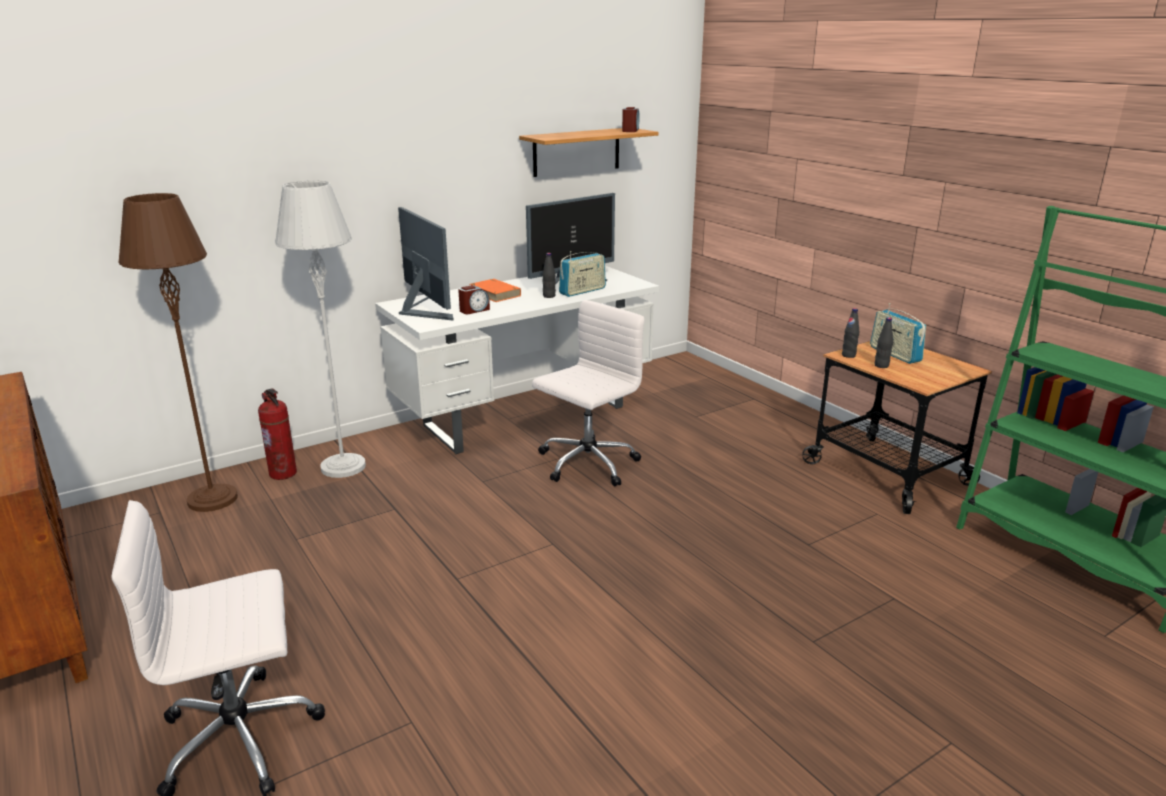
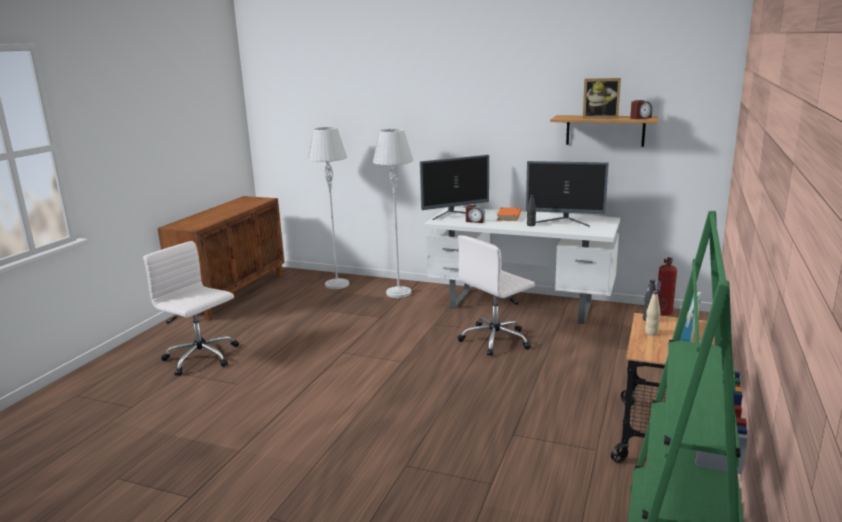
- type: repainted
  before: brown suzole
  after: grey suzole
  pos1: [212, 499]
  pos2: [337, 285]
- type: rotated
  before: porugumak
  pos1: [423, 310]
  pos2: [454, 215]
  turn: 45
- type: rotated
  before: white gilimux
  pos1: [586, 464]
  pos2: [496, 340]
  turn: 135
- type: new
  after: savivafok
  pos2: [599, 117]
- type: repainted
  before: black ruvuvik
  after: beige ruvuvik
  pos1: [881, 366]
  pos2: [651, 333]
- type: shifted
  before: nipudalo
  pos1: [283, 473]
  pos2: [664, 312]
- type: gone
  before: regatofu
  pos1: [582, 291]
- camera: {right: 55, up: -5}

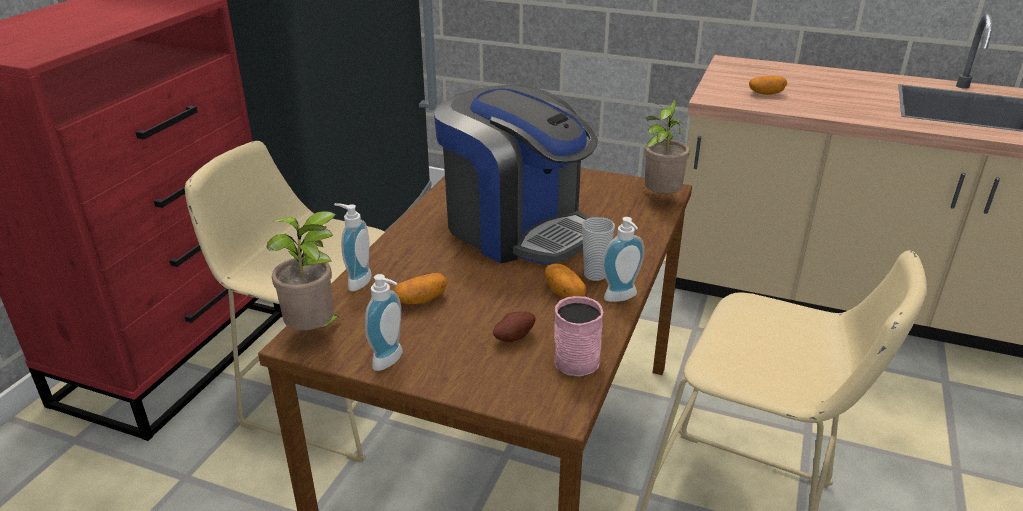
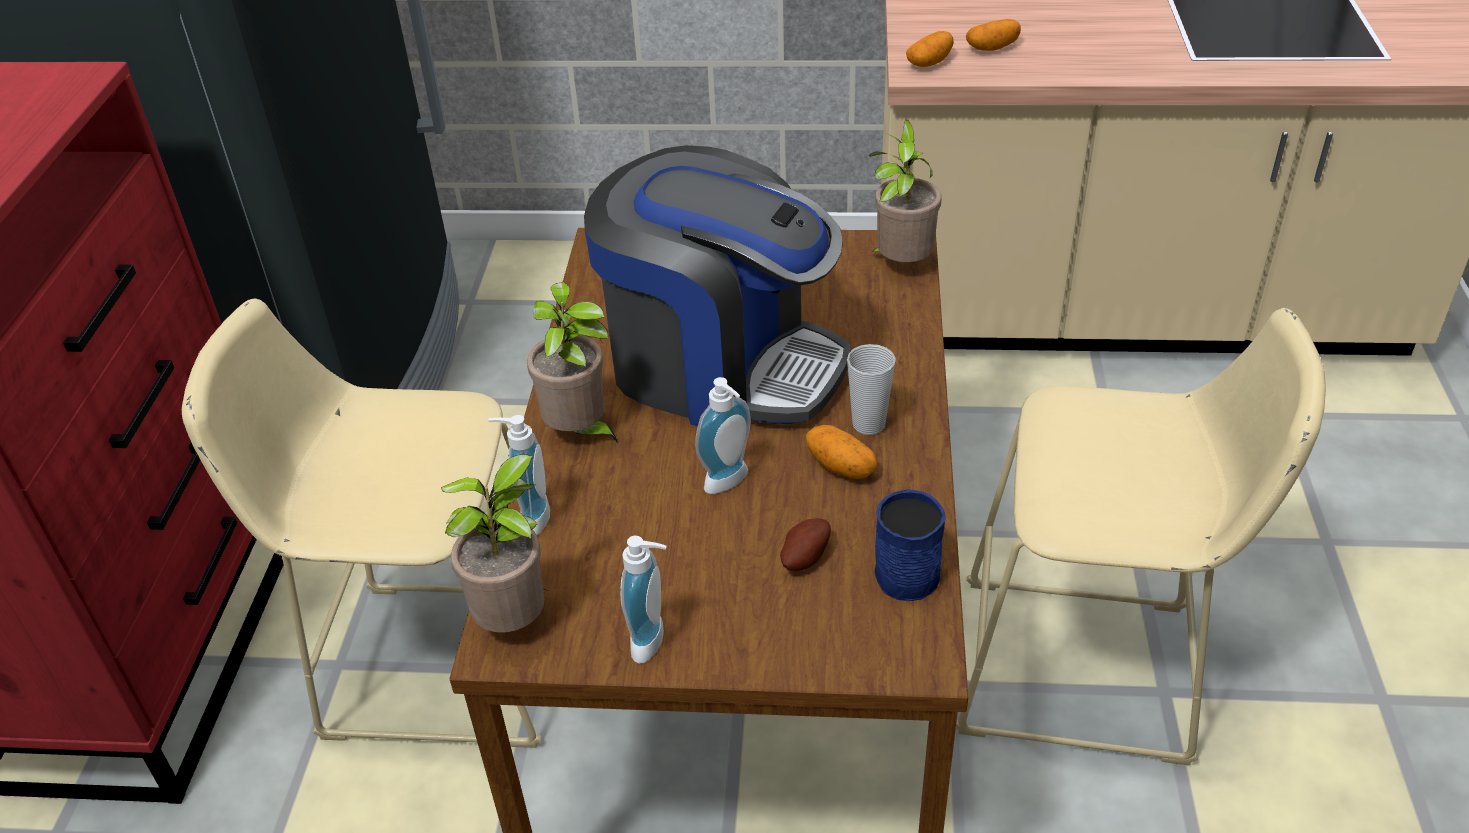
- type: new
  after: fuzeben
  pos2: [580, 433]
- type: shifted
  before: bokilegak
  pos1: [622, 298]
  pos2: [730, 483]
- type: repainted
  before: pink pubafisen
  after: blue pubafisen
  pos1: [577, 356]
  pos2: [904, 568]
- type: shifted
  before: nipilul
  pos1: [421, 300]
  pos2: [929, 62]
- camera: {right: -15, up: 10}

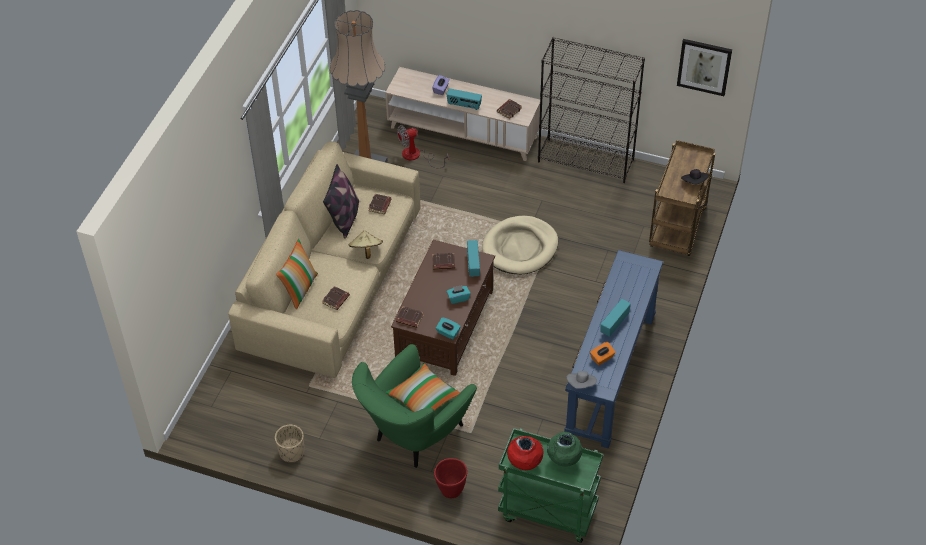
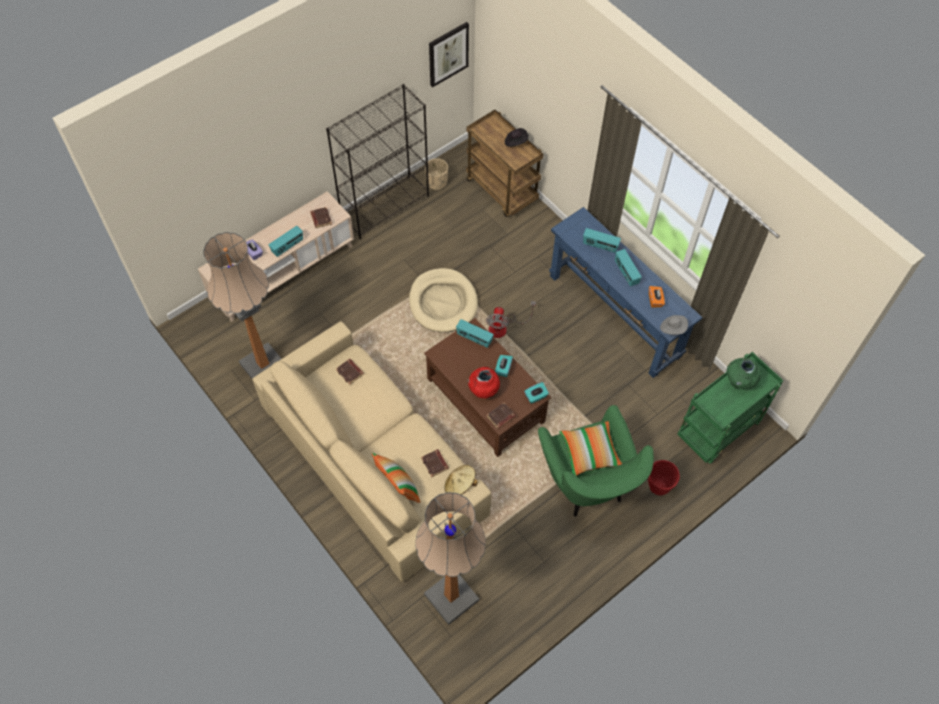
- type: new
  after: suzole
  pos2: [451, 597]
- type: shifted
  before: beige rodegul
  pos1: [291, 452]
  pos2: [436, 182]
- type: shifted
  before: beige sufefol
  pos1: [366, 250]
  pos2: [460, 485]
- type: shifted
  before: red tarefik
  pos1: [525, 463]
  pos2: [483, 391]
- type: shifted
  before: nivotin
  pos1: [417, 156]
  pos2: [503, 327]
- type: new
  after: regatofu
  pos2: [600, 246]
- type: gone
  before: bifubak
  pos1: [344, 218]
- type: gone
  before: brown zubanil
  pos1: [443, 263]
- camera: {right: -60, up: 10}

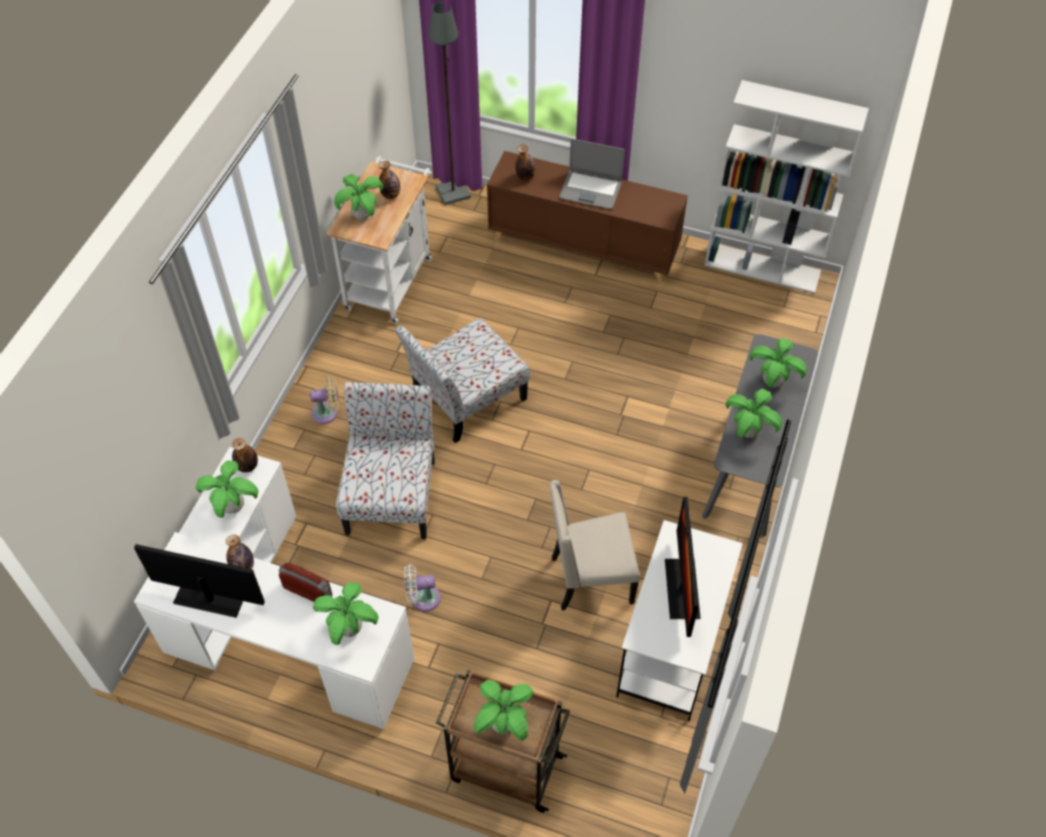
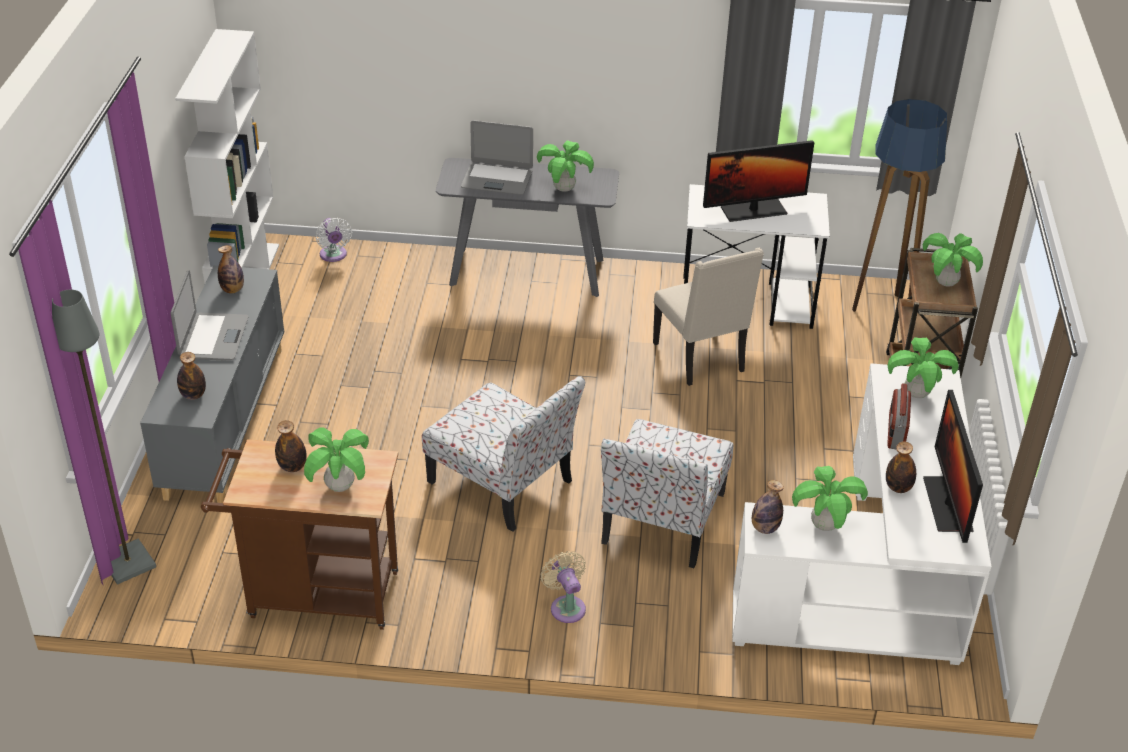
- type: repainted
  before: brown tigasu
  after: grey tigasu
  pos1: [584, 246]
  pos2: [225, 420]
- type: repainted
  before: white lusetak
  after: brown lusetak
  pos1: [391, 279]
  pos2: [314, 595]
- type: new
  after: ruvuvik
  pos2: [232, 290]
- type: shifted
  before: white nivotin
  pos1: [422, 598]
  pos2: [334, 256]
- type: swapped
  before: fuzeben
  after: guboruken
  pos1: [773, 382]
  pos2: [497, 179]
- type: rotated
  before: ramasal
  pos1: [391, 493]
  pos2: [662, 520]
  turn: -60
- type: new
  after: suzole
  pos2: [880, 309]
- camera: {right: -105, up: -15}

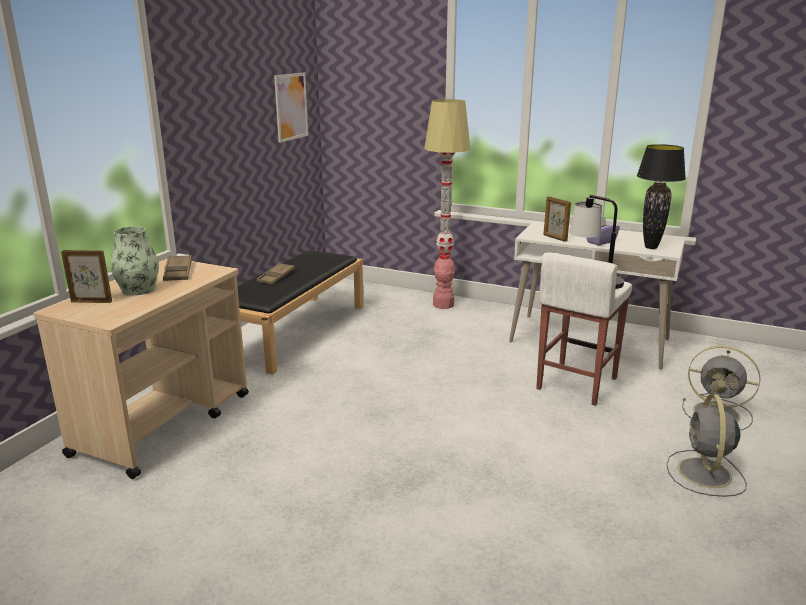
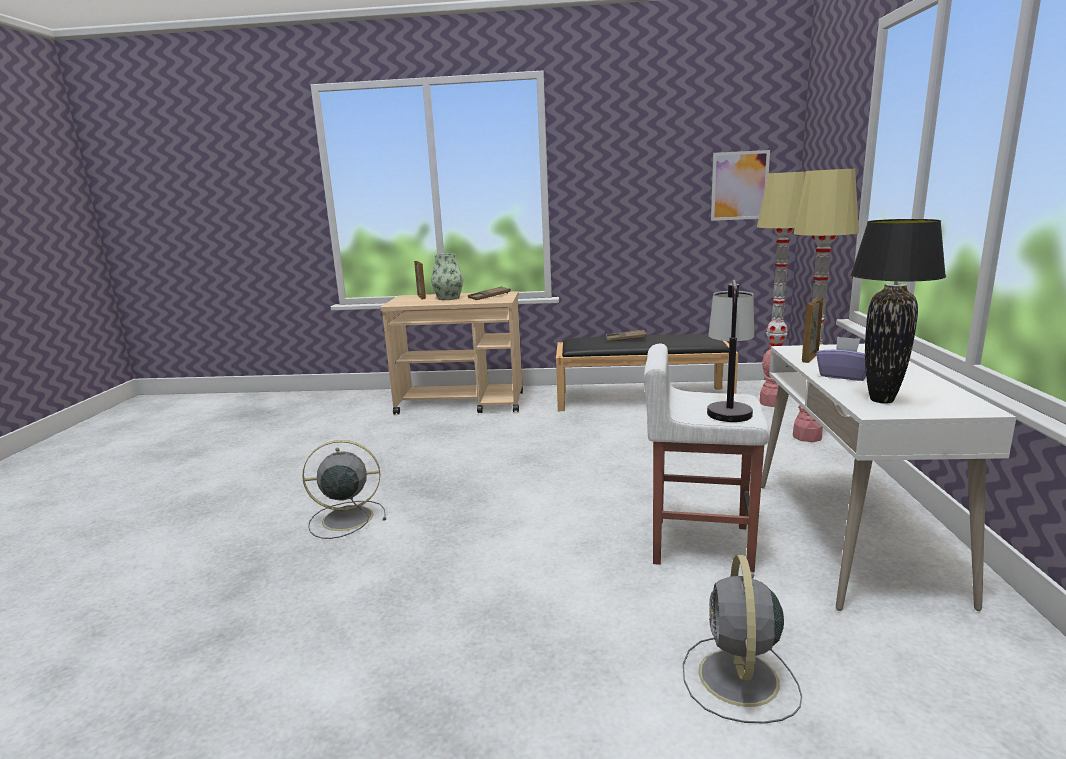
- type: shifted
  before: grey nivotin
  pos1: [704, 474]
  pos2: [345, 519]
- type: new
  after: suzole
  pos2: [771, 403]
- camera: {right: 70, up: -5}

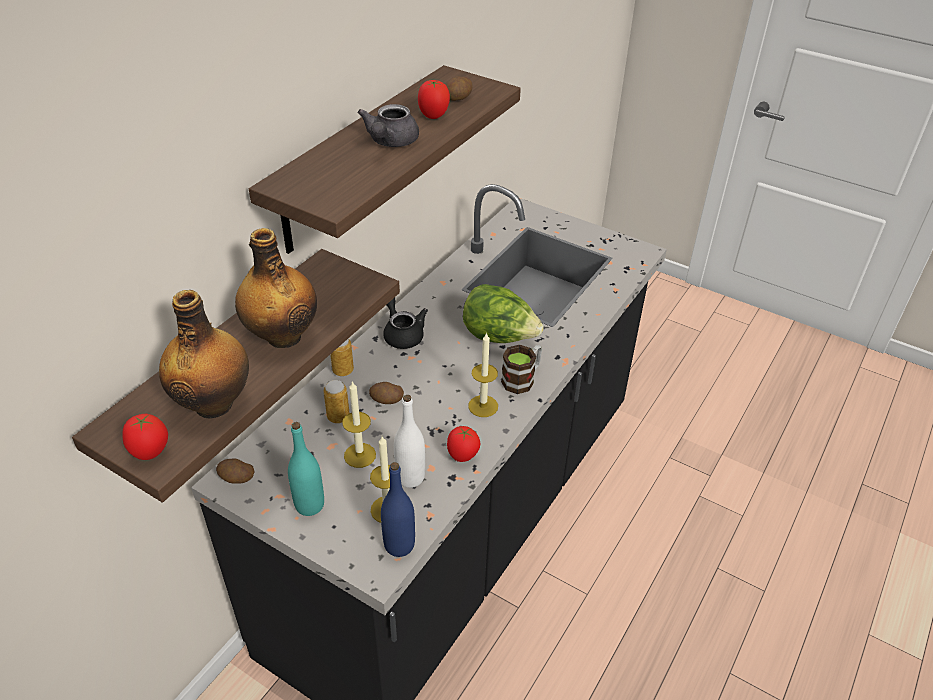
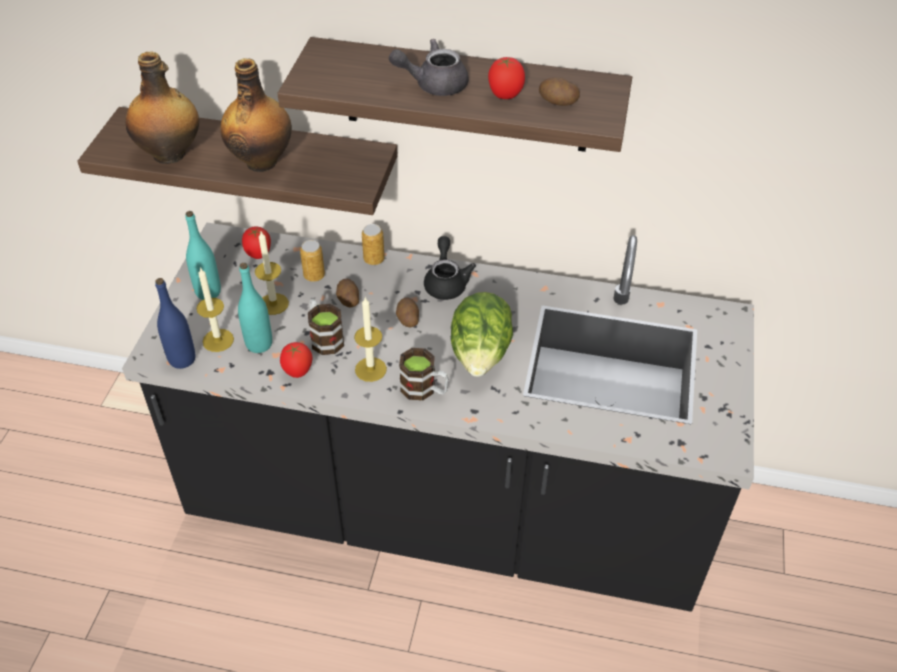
- type: repainted
  before: white ruvuvik
  after: turquoise ruvuvik
  pos1: [410, 477]
  pos2: [259, 344]
- type: shifted
  before: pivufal
  pos1: [150, 453]
  pos2: [258, 255]
- type: new
  after: pubafisen
  pos2: [324, 337]
- type: shifted
  before: nipilul
  pos1: [236, 478]
  pos2: [407, 319]
- type: rotated
  before: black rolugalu
  pos1: [402, 333]
  pos2: [446, 282]
  turn: -45
- camera: {right: 70, up: 5}

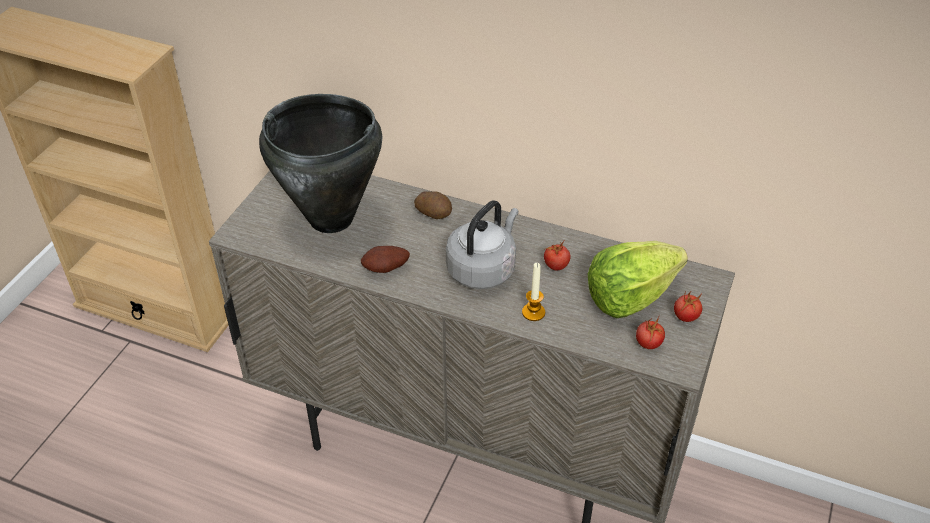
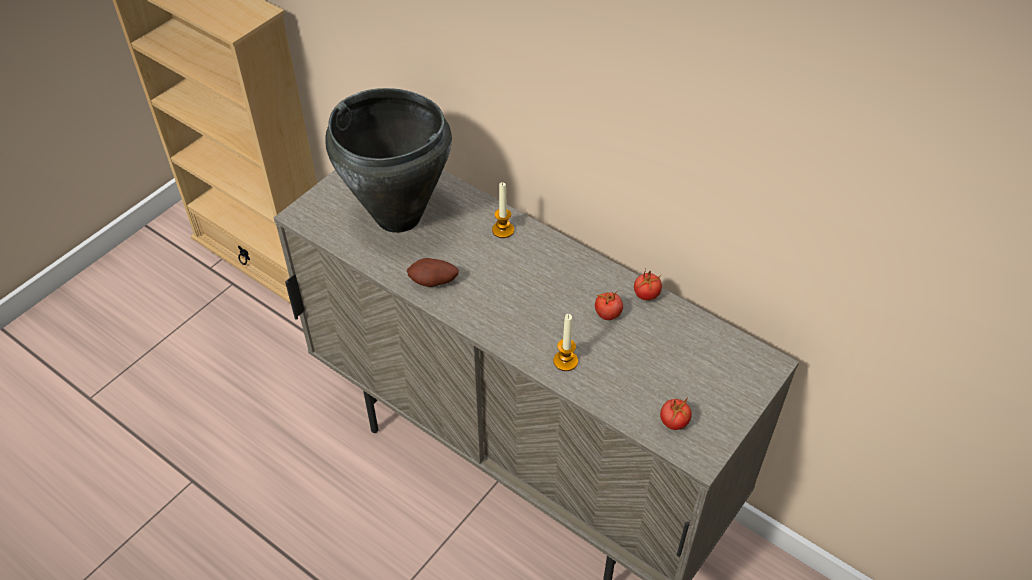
- type: swapped
  before: nipilul
  after: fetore
  pos1: [434, 213]
  pos2: [503, 230]
- type: shifted
  before: pivufal
  pos1: [685, 317]
  pos2: [646, 295]
- type: gone
  before: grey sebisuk
  pos1: [483, 269]
- type: gone
  before: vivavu
  pos1: [630, 297]
- camera: {right: 15, up: 5}

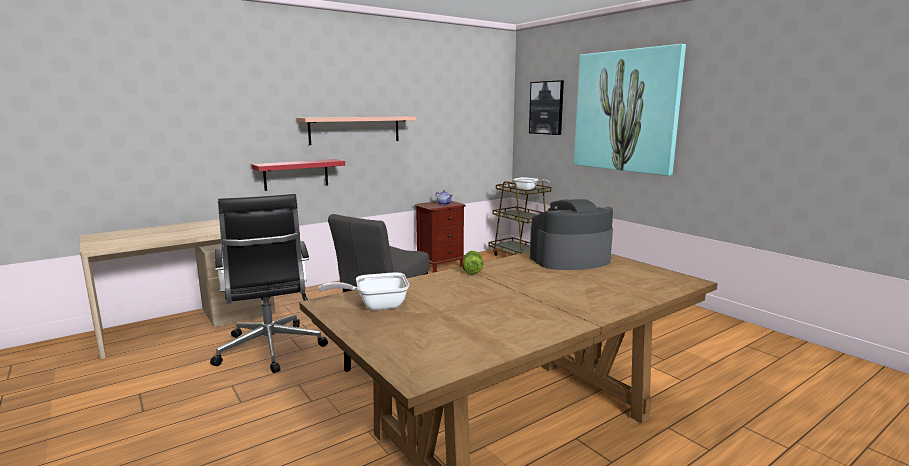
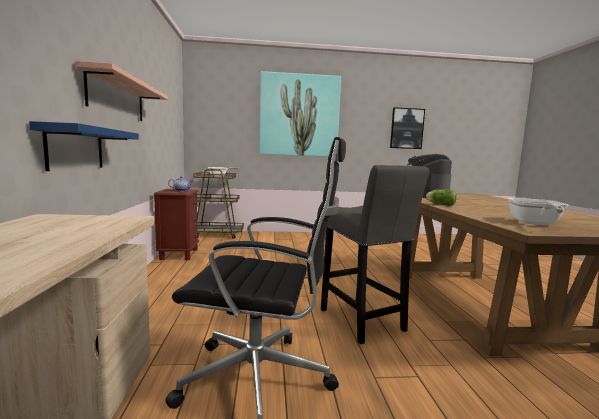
- type: repainted
  before: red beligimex
  after: blue beligimex
  pos1: [296, 174]
  pos2: [76, 148]
- type: shifted
  before: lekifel
  pos1: [546, 108]
  pos2: [406, 128]
- camera: {right: -60, up: -5}

